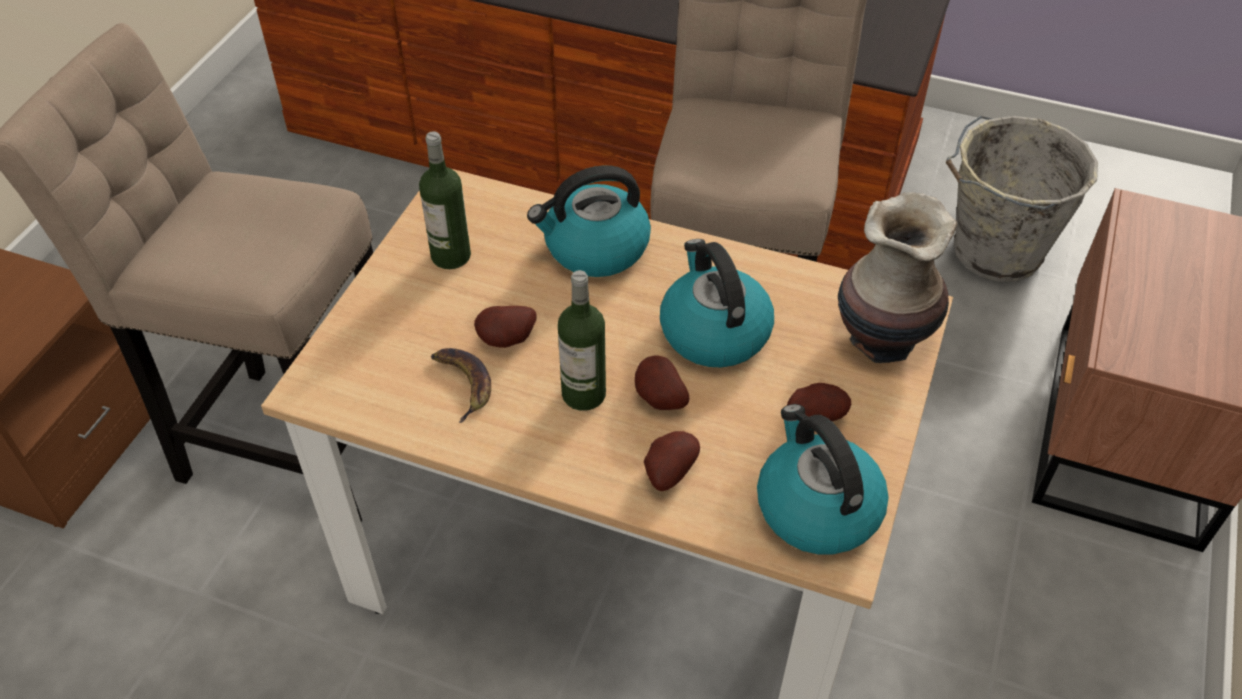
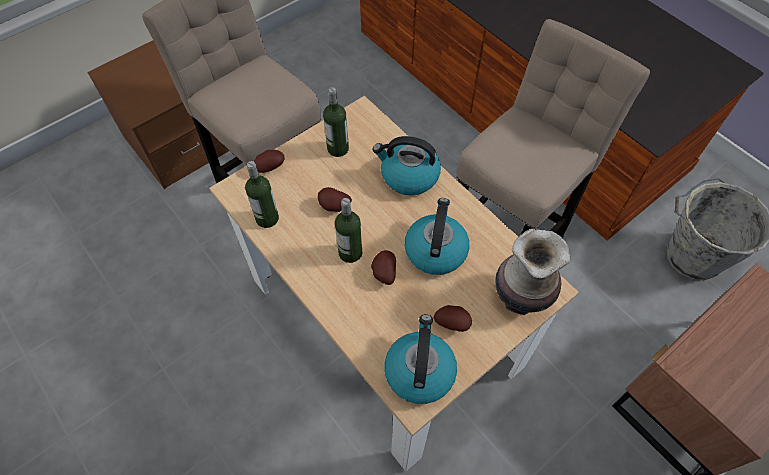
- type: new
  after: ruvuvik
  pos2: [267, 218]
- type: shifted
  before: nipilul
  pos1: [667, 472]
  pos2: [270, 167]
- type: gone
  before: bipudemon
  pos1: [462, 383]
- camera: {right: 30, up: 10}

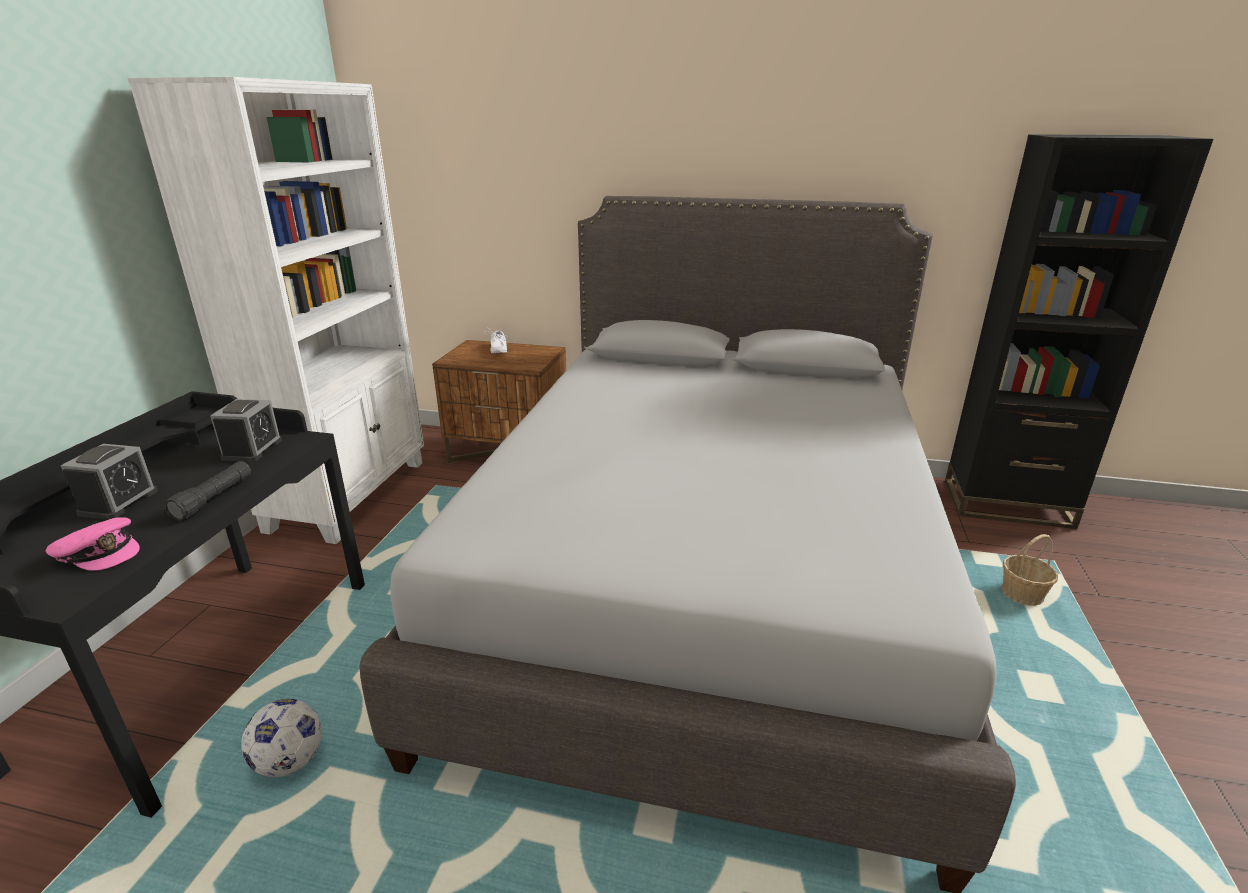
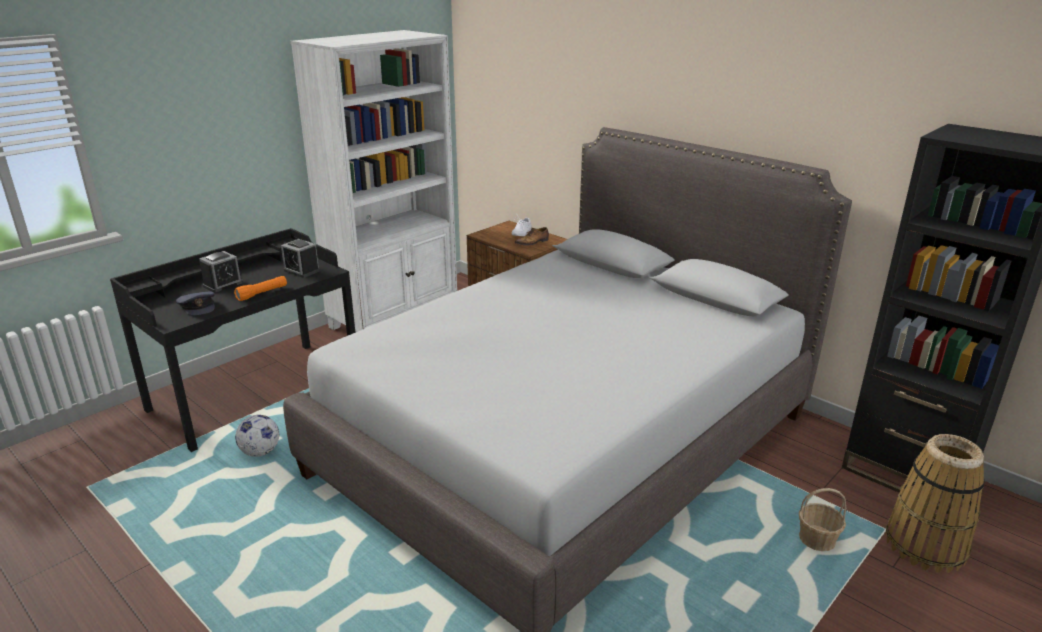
- type: repainted
  before: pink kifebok
  after: grey kifebok
  pos1: [99, 552]
  pos2: [198, 307]
- type: repainted
  before: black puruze
  after: orange puruze
  pos1: [214, 498]
  pos2: [262, 293]
- type: rotated
  before: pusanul
  pos1: [252, 449]
  pos2: [301, 270]
  turn: 90
- type: new
  after: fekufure
  pos2: [532, 242]
- type: new
  after: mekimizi
  pos2: [925, 545]
- camera: {right: 30, up: 0}

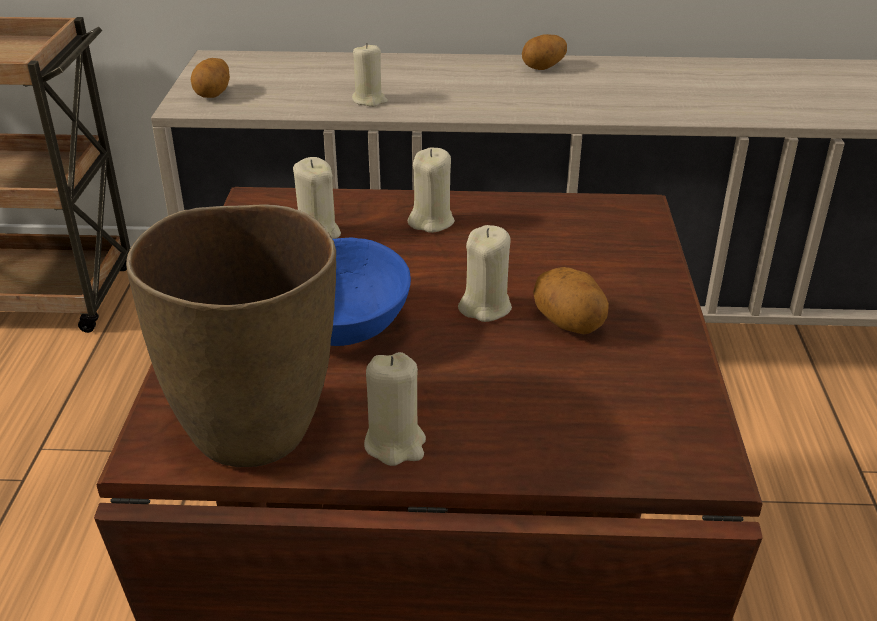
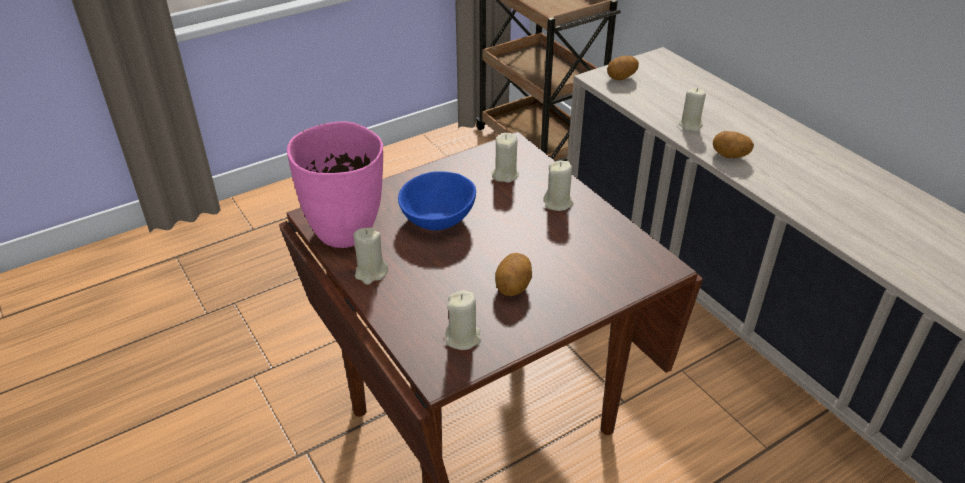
- type: repainted
  before: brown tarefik
  after: pink tarefik
  pos1: [255, 430]
  pos2: [346, 232]
- type: shifted
  before: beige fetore
  pos1: [485, 307]
  pos2: [463, 338]
- type: shifted
  before: nipilul
  pos1: [543, 68]
  pos2: [729, 156]
- camera: {right: 55, up: 5}

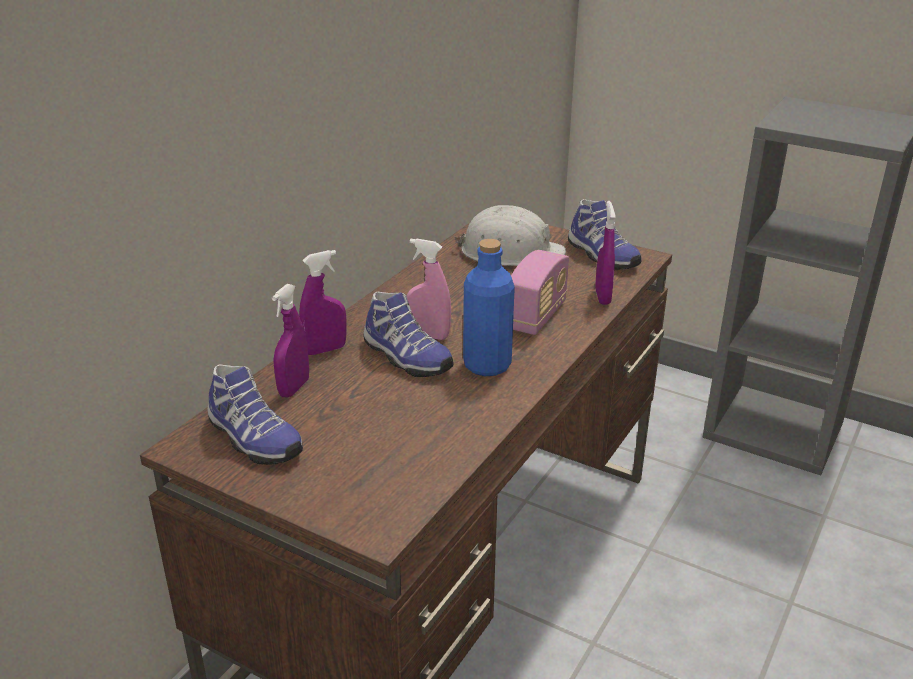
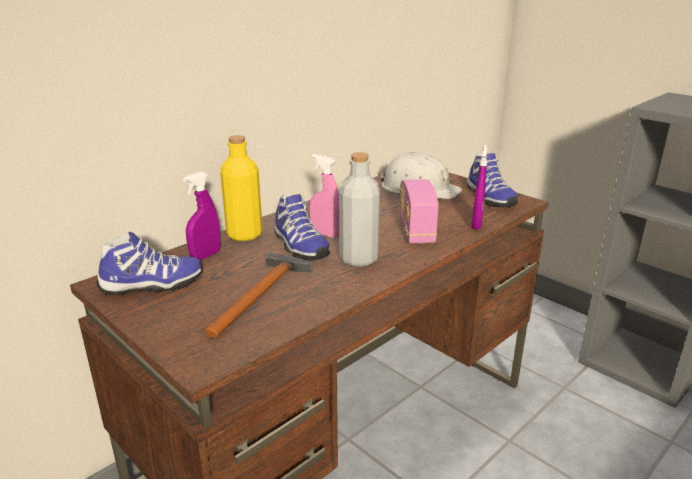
- type: rotated
  before: fekufure
  pos1: [252, 439]
  pos2: [152, 285]
  turn: -75
- type: new
  after: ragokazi
  pos2: [260, 294]
- type: swapped
  before: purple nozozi
  after: yellow ruvuvik
  pos1: [325, 350]
  pos2: [244, 234]
- type: repainted
  before: blue ruvuvik
  after: grey ruvuvik
  pos1: [487, 365]
  pos2: [358, 259]
- type: rotated
  before: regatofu
  pos1: [536, 316]
  pos2: [416, 231]
  turn: 135
- camera: {right: 15, up: -5}

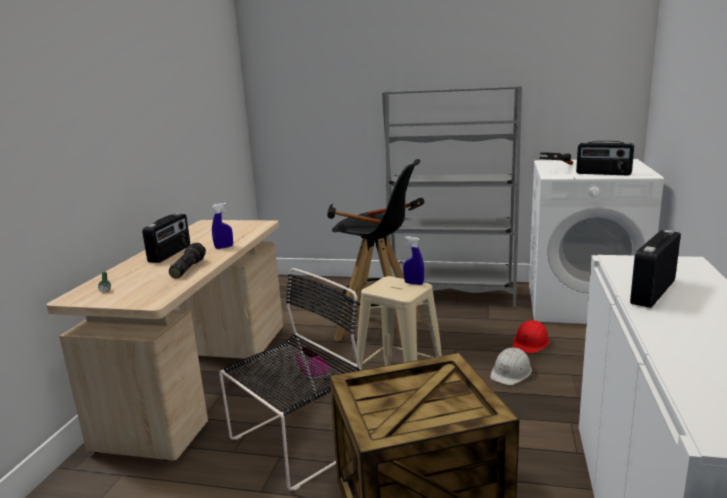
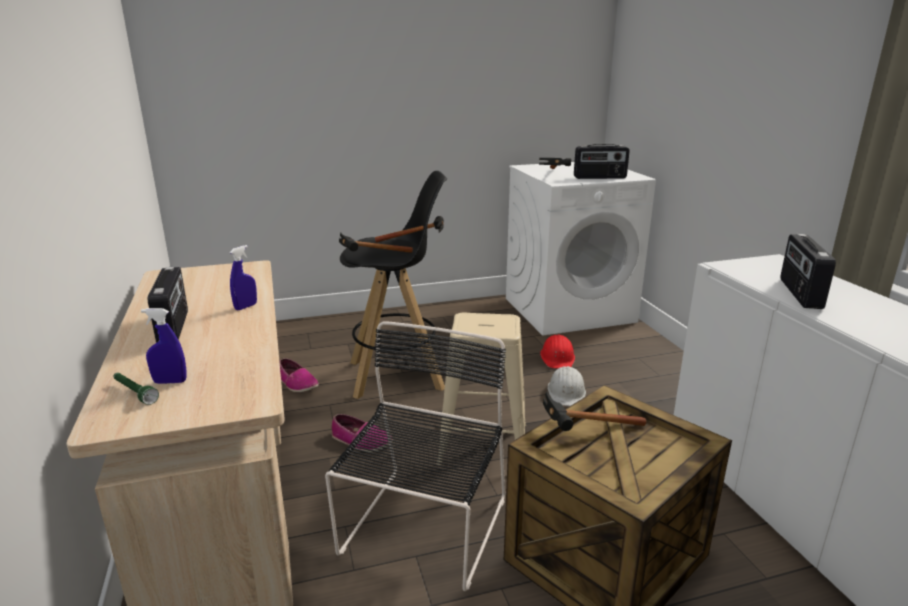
- type: shifted
  before: blue nozozi
  pos1: [414, 283]
  pos2: [170, 382]
- type: new
  after: fekufure
  pos2: [297, 383]
- type: new
  after: ragokazi
  pos2: [582, 433]
- type: gone
  before: puruze
  pos1: [187, 268]
- type: gone
  before: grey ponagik
  pos1: [451, 293]
- camera: {right: -30, up: 5}

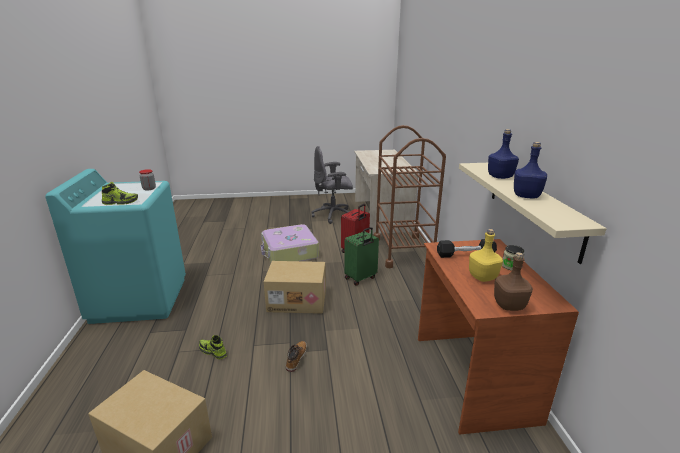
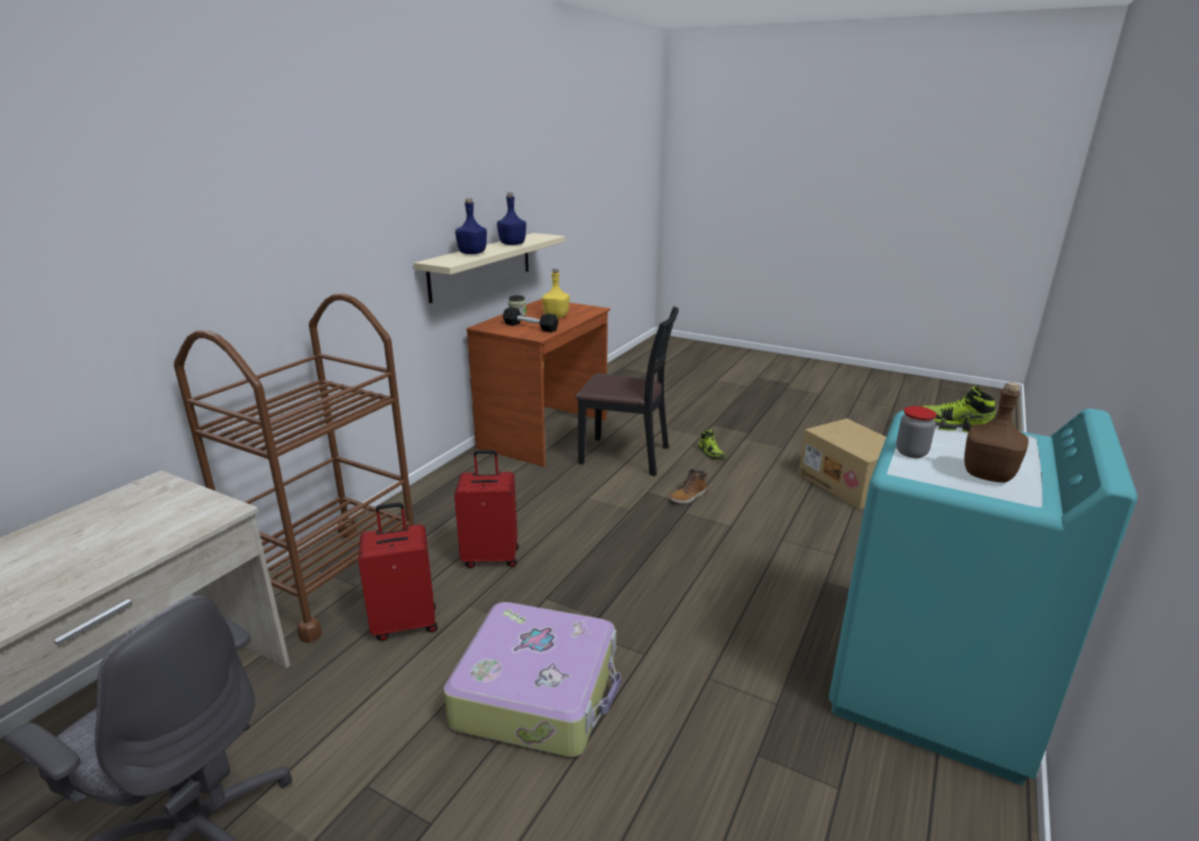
- type: repainted
  before: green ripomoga
  after: red ripomoga
  pos1: [361, 278]
  pos2: [491, 557]
- type: new
  after: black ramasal
  pos2: [626, 456]
- type: shifted
  before: fekufure
  pos1: [213, 352]
  pos2: [711, 454]
- type: shifted
  before: brown ruvuvik
  pos1: [508, 305]
  pos2: [987, 475]
- type: gone
  before: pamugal
  pos1: [297, 300]
- camera: {right: -145, up: 0}

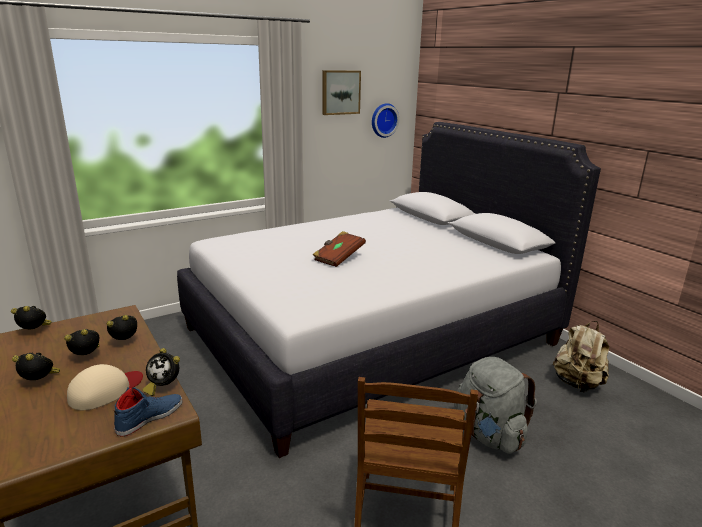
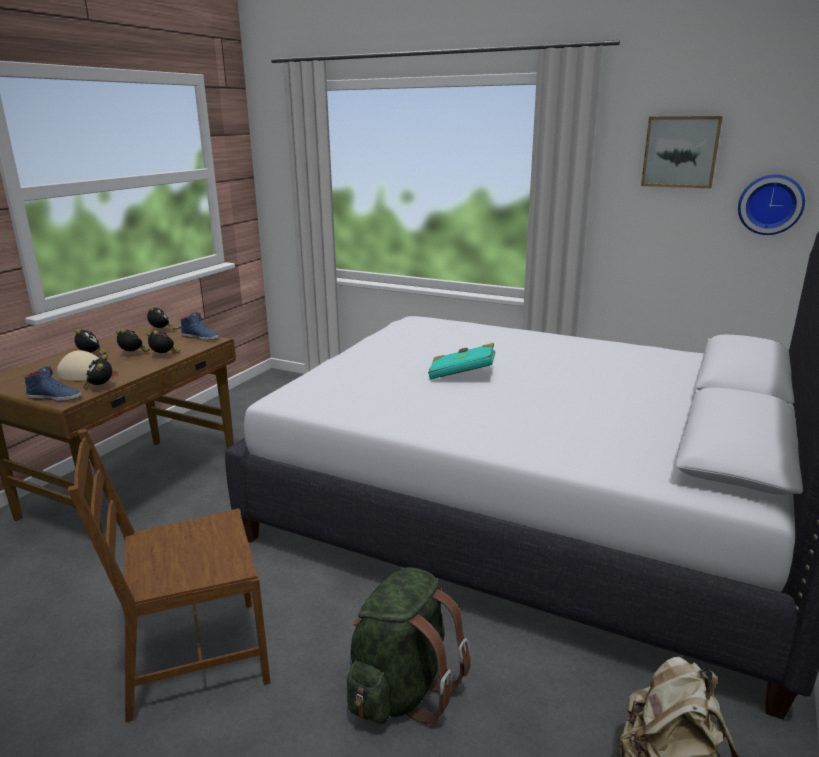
- type: new
  after: blue fekufure
  pos2: [201, 337]
- type: repainted
  before: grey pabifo
  after: green pabifo
  pos1: [489, 434]
  pos2: [402, 689]
- type: repainted
  before: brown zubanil
  after: turquoise zubanil
  pos1: [338, 258]
  pos2: [462, 374]
- camera: {right: 60, up: 0}

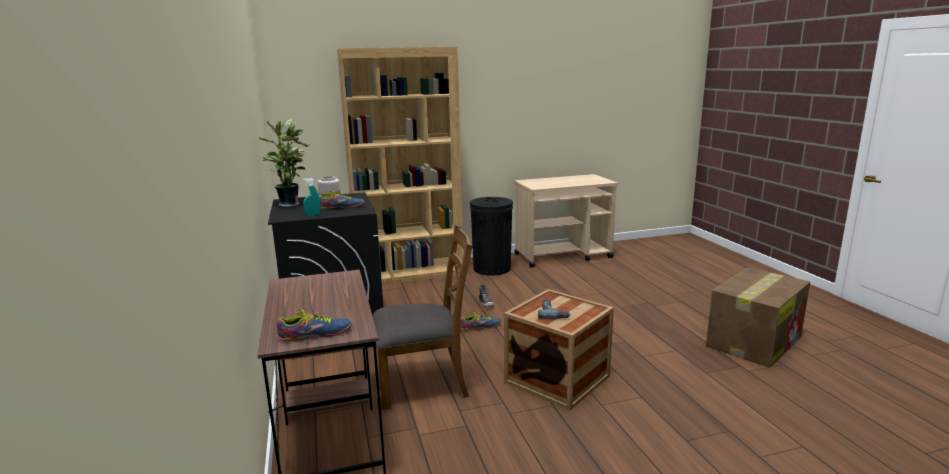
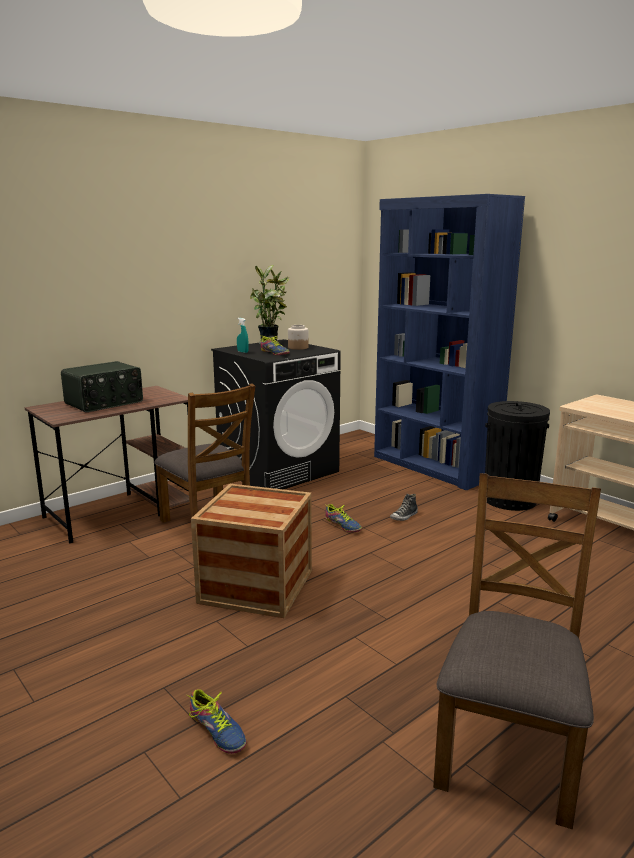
- type: new
  after: regatofu
  pos2: [104, 403]
- type: shifted
  before: fekufure
  pos1: [315, 334]
  pos2: [217, 730]
- type: repainted
  before: brown ponagik
  after: blue ponagik
  pos1: [410, 274]
  pos2: [434, 466]
- type: swapped
  before: pamugal
  after: brown ramasal
  pos1: [754, 340]
  pos2: [508, 749]
- type: gone
  before: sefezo
  pos1: [553, 313]
- camera: {right: 65, up: 0}

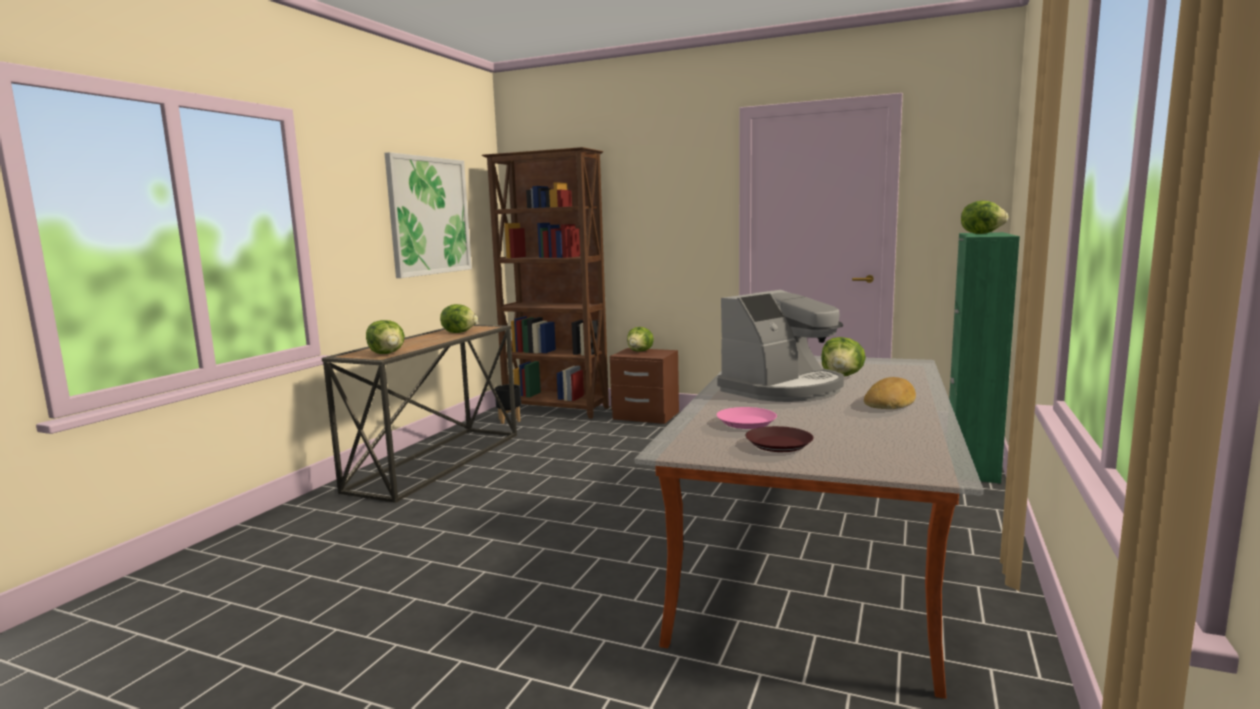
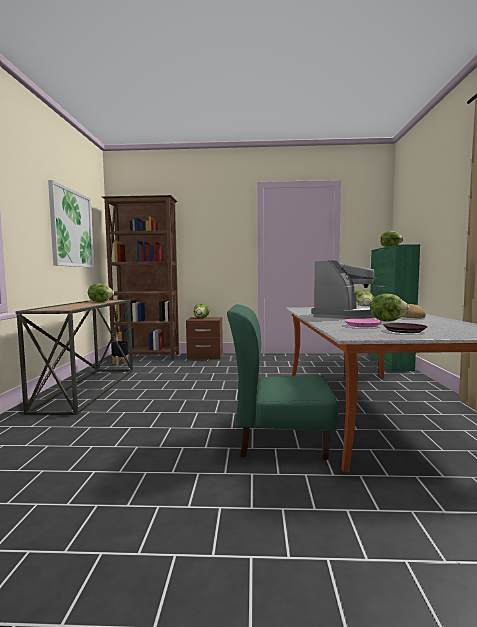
- type: new
  after: green ramasal
  pos2: [280, 440]
- type: shifted
  before: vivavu
  pos1: [387, 353]
  pos2: [387, 321]
- camera: {right: -20, up: -5}

